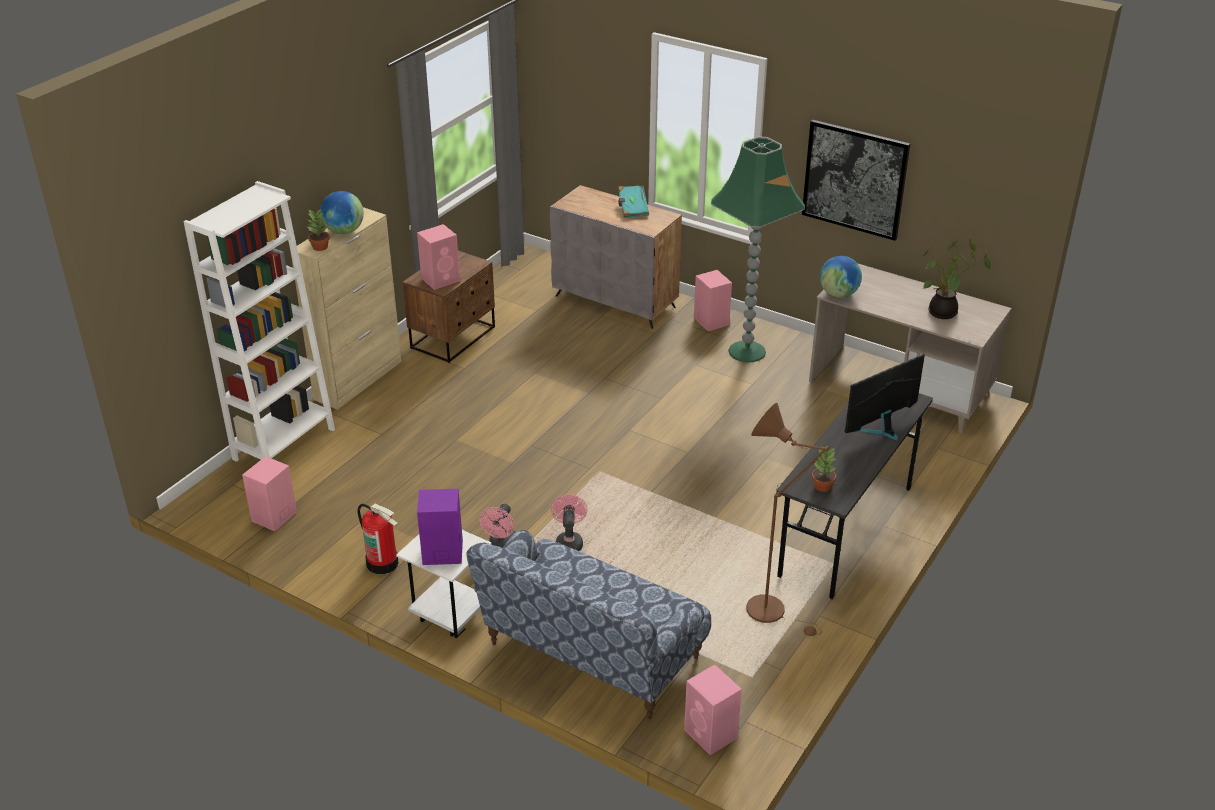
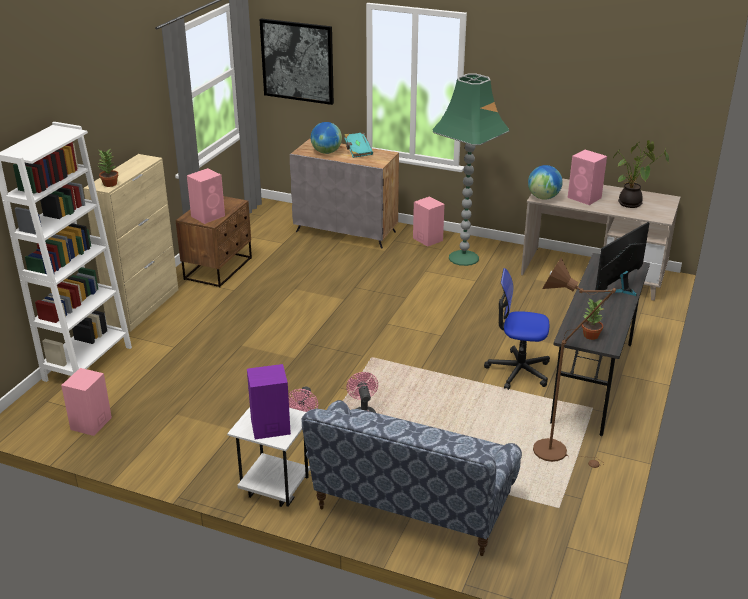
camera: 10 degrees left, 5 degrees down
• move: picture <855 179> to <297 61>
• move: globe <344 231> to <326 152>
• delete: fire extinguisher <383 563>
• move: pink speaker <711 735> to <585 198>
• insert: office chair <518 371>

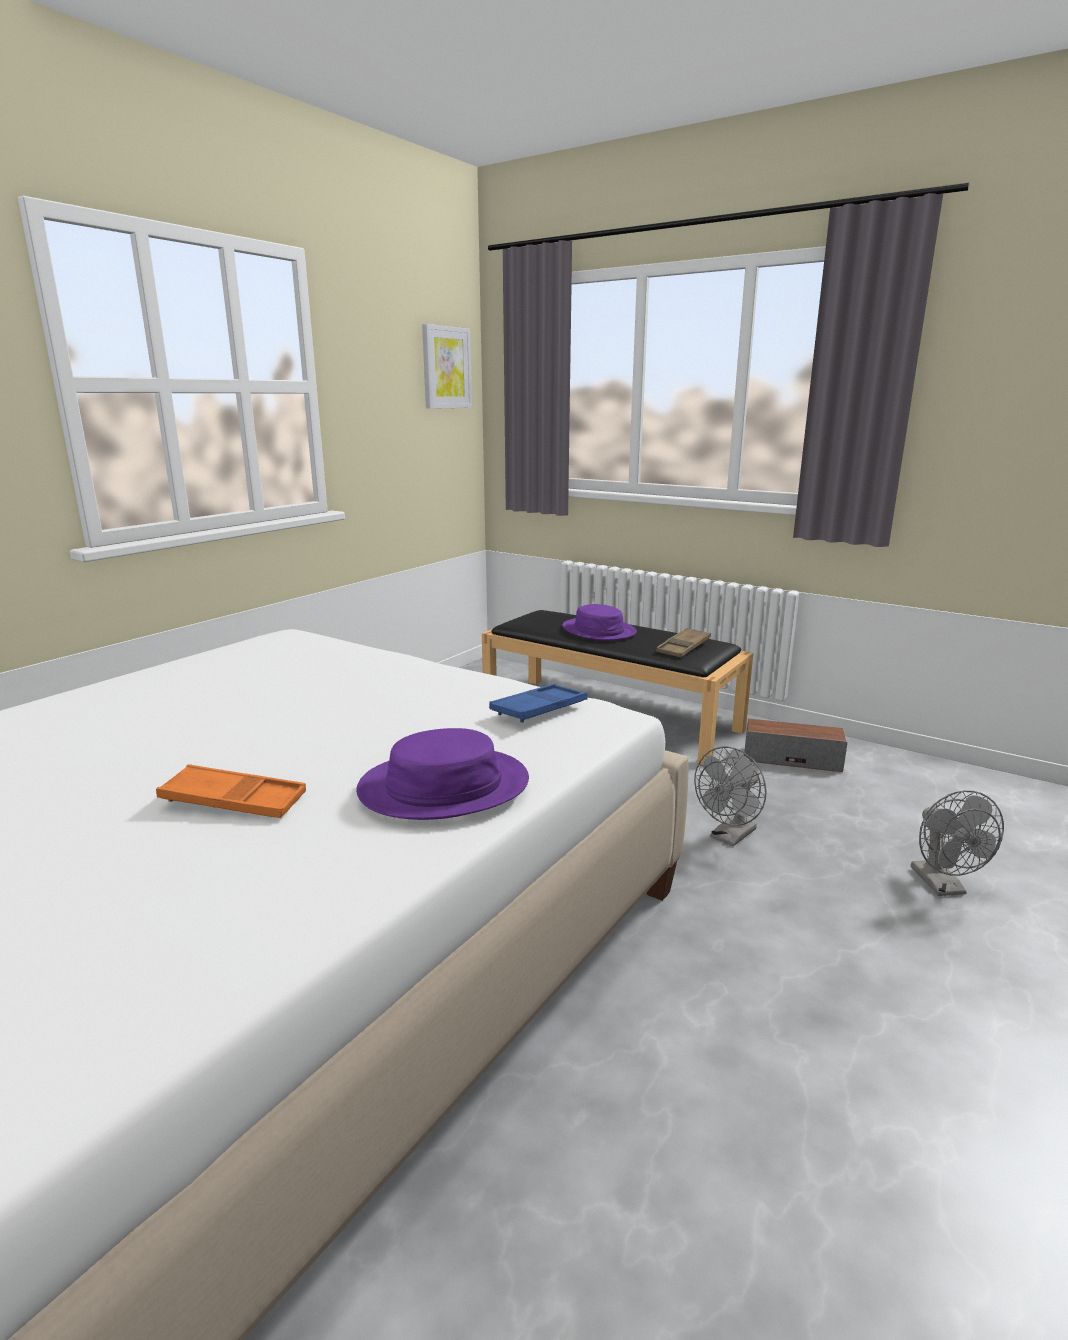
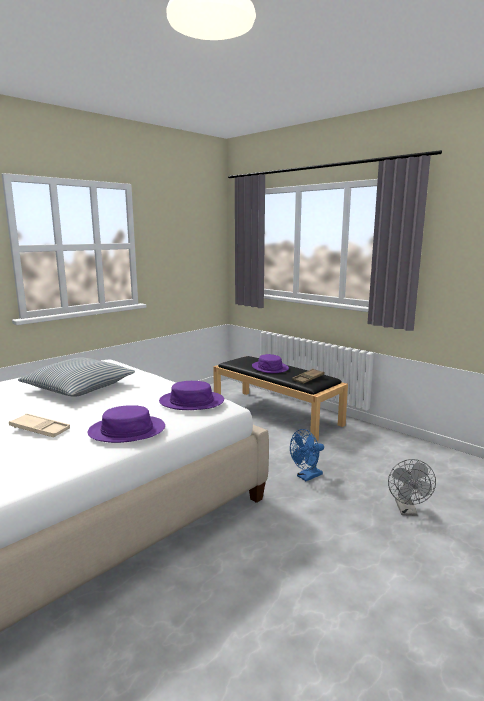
camera: 10 degrees right, 5 degrees down
• delete: picture <446 368>
• replace: blue tray <539 709> to purple hat <191 401>
• delete: speaker <791 758>
• recolor: grey fan <729 837> to blue fan <307 477>
• recolor: orange tray <234 801> to beige tray <40 429>
• insert: pillow <79 387>

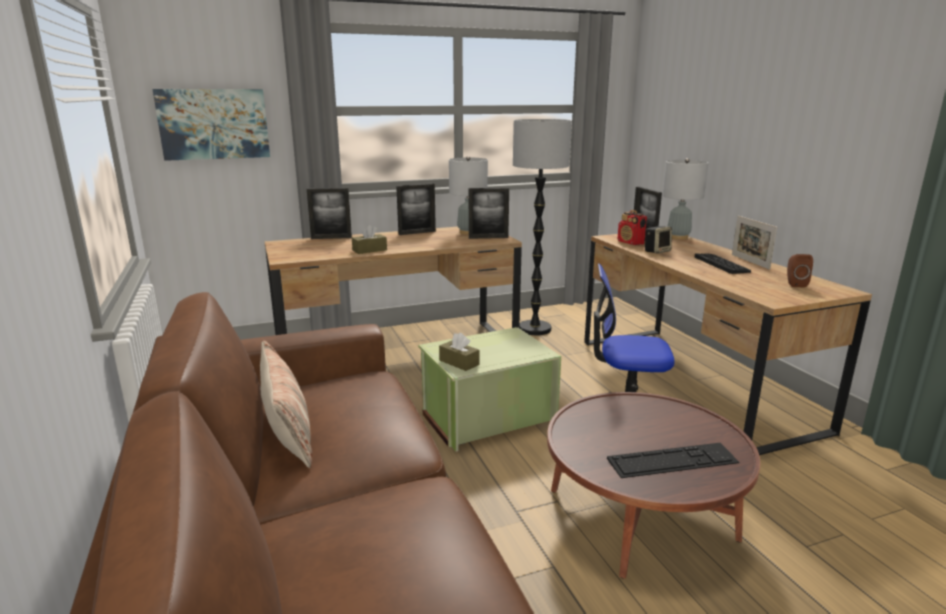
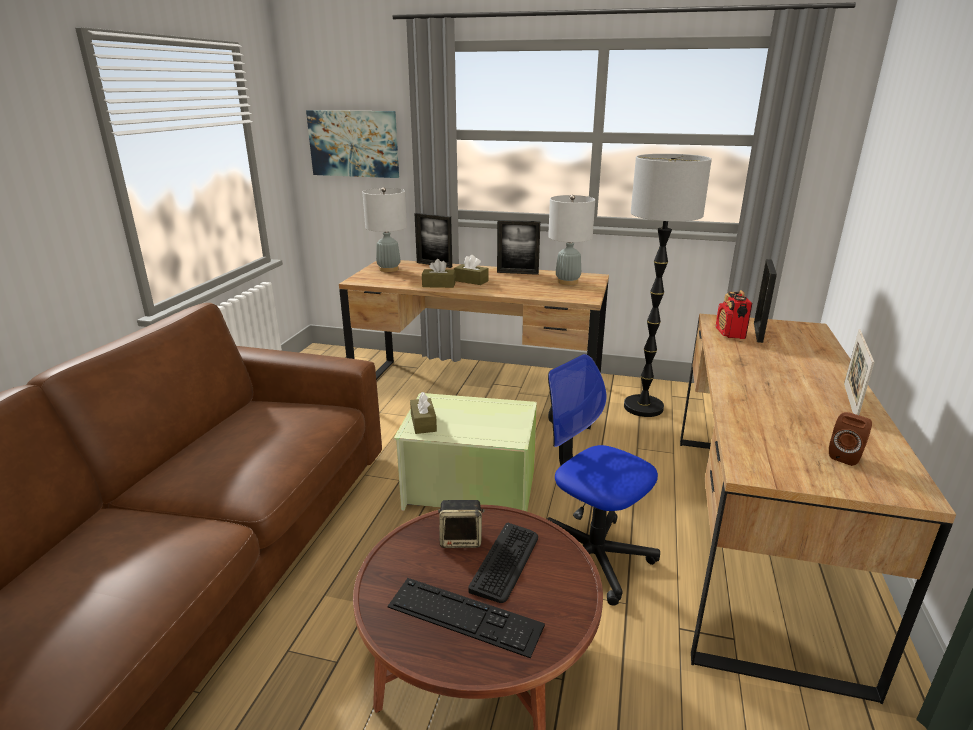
camera: 35 degrees right, 5 degrees up
• move: grey table lamp <678 237> to <389 269>
• delete: picture frame <488 237>
• move: speaker <657 251> to <461 539>
• move: keyboard <721 264> to <505 562>
• delete: pillow <287 427>
• insert: brown tissue box <471 281>

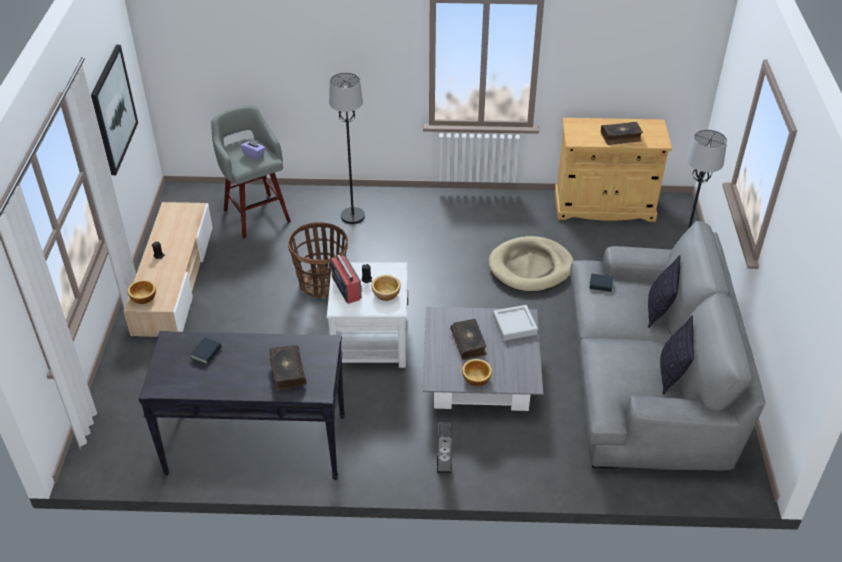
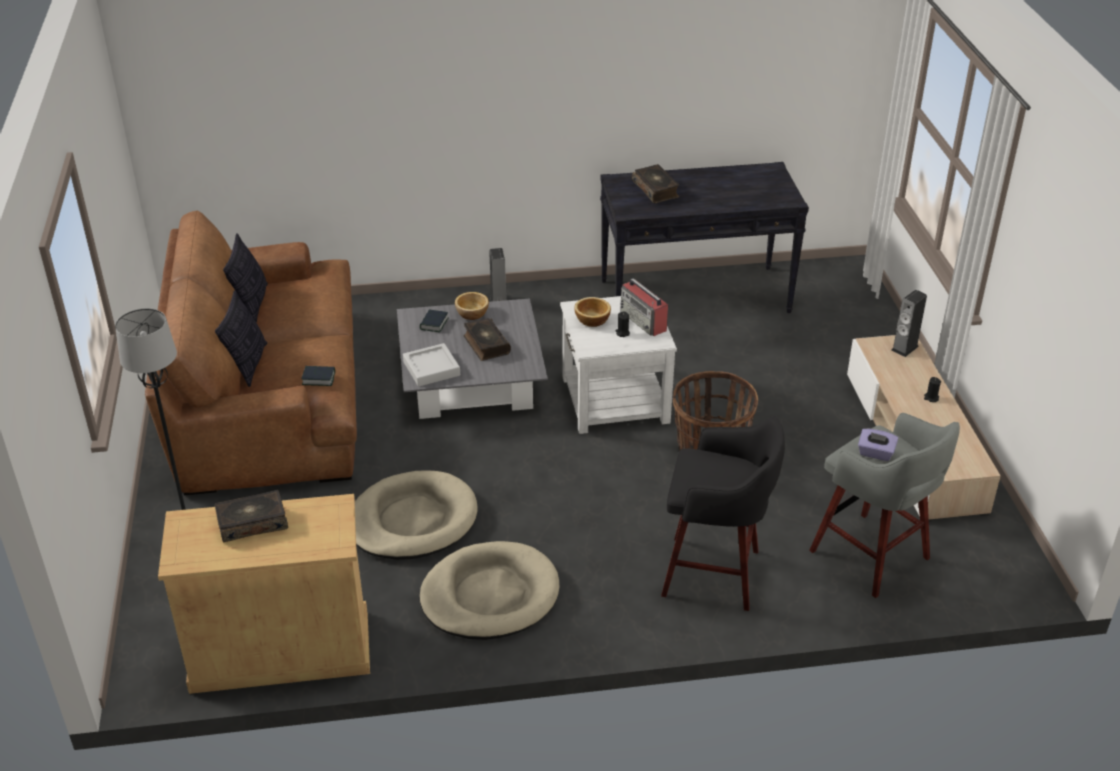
camera: 170 degrees right, 5 degrees down
• delete: picture <113 109>
• replace: black floor lamp <352 216> to black stool <715 574>
• recolor: grey sofa <647 379> to brown sofa <268 397>
• replace: bowl <143 297> to speaker <904 348>
• move: book <206 353> to <434 323>
• insert: beige dog bed <490 595>

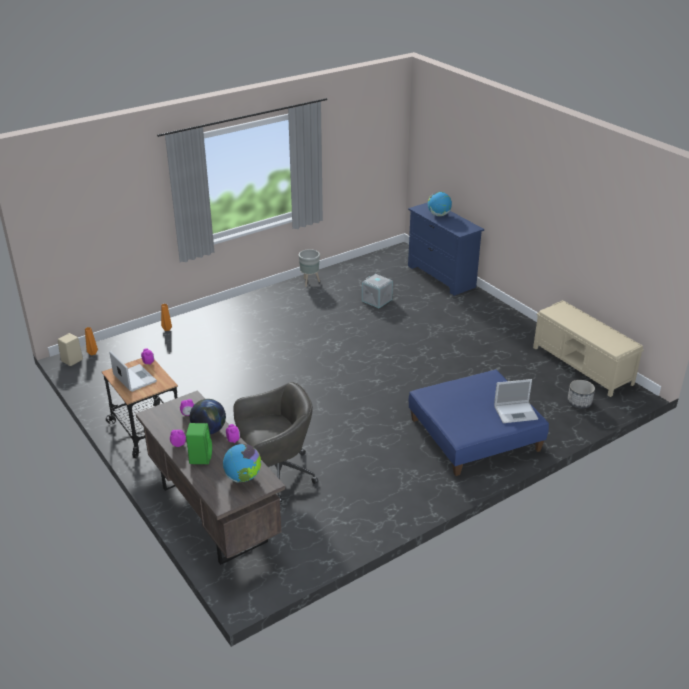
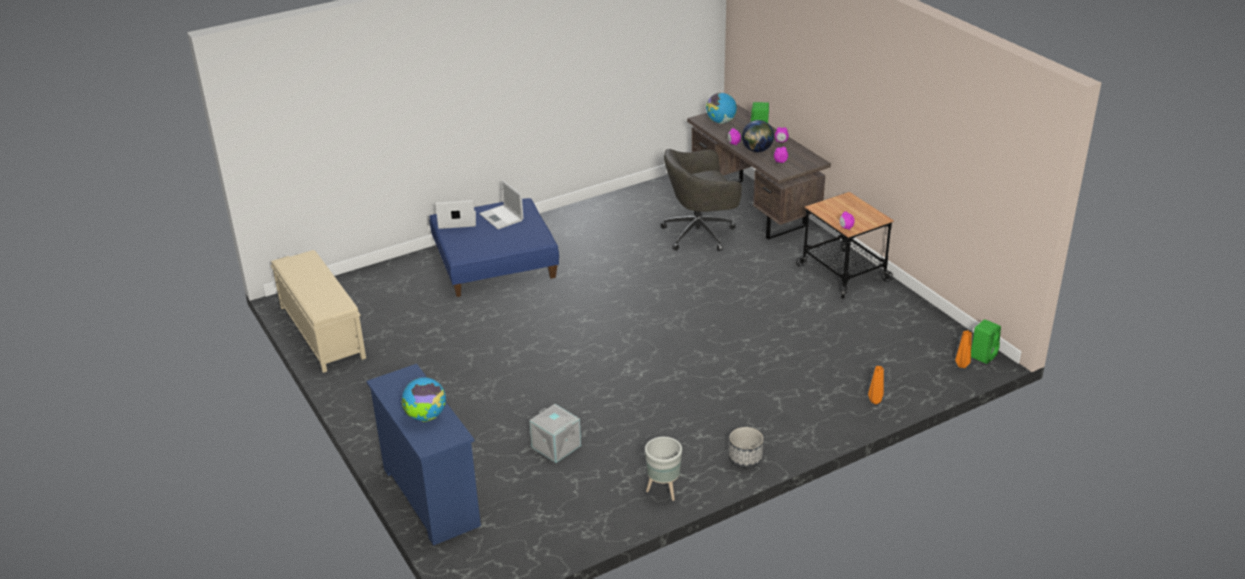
camera: 175 degrees left, 0 degrees up
• recolor: beige speaker <71 361> to green speaker <983 355>
• move: laptop <134 378> to <502 217>
• move: planter <579 402> to <745 459>

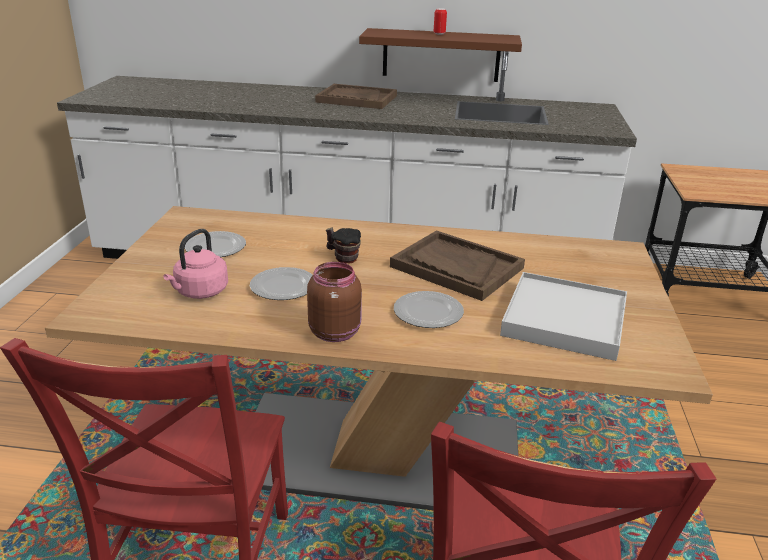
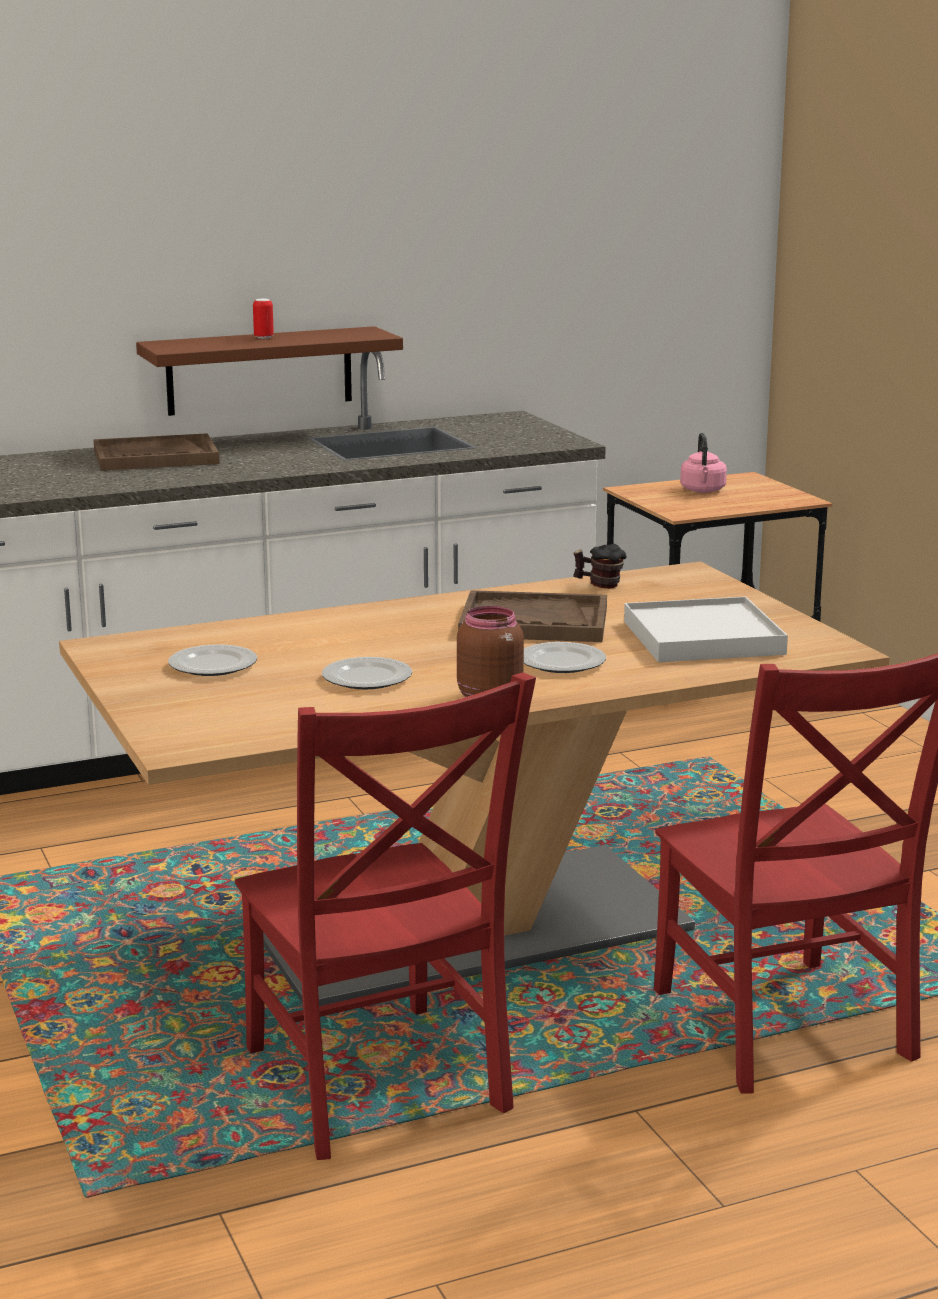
camera: 30 degrees left, 10 degrees down
• move: mug <343 258> to <599 585>
• move: pink kettle <200 292> to <703 490>

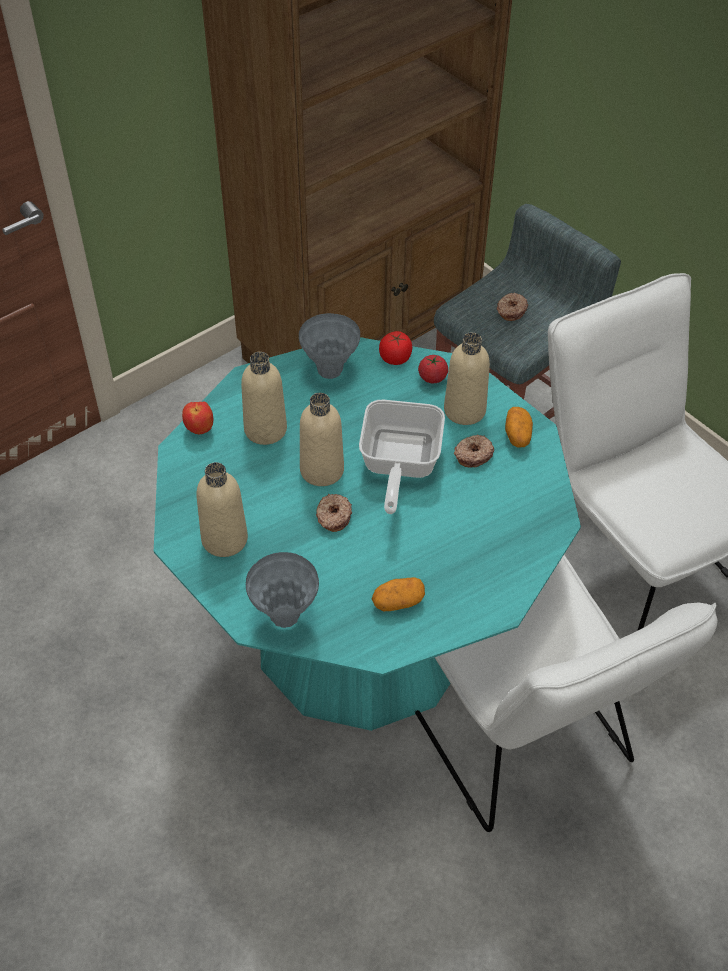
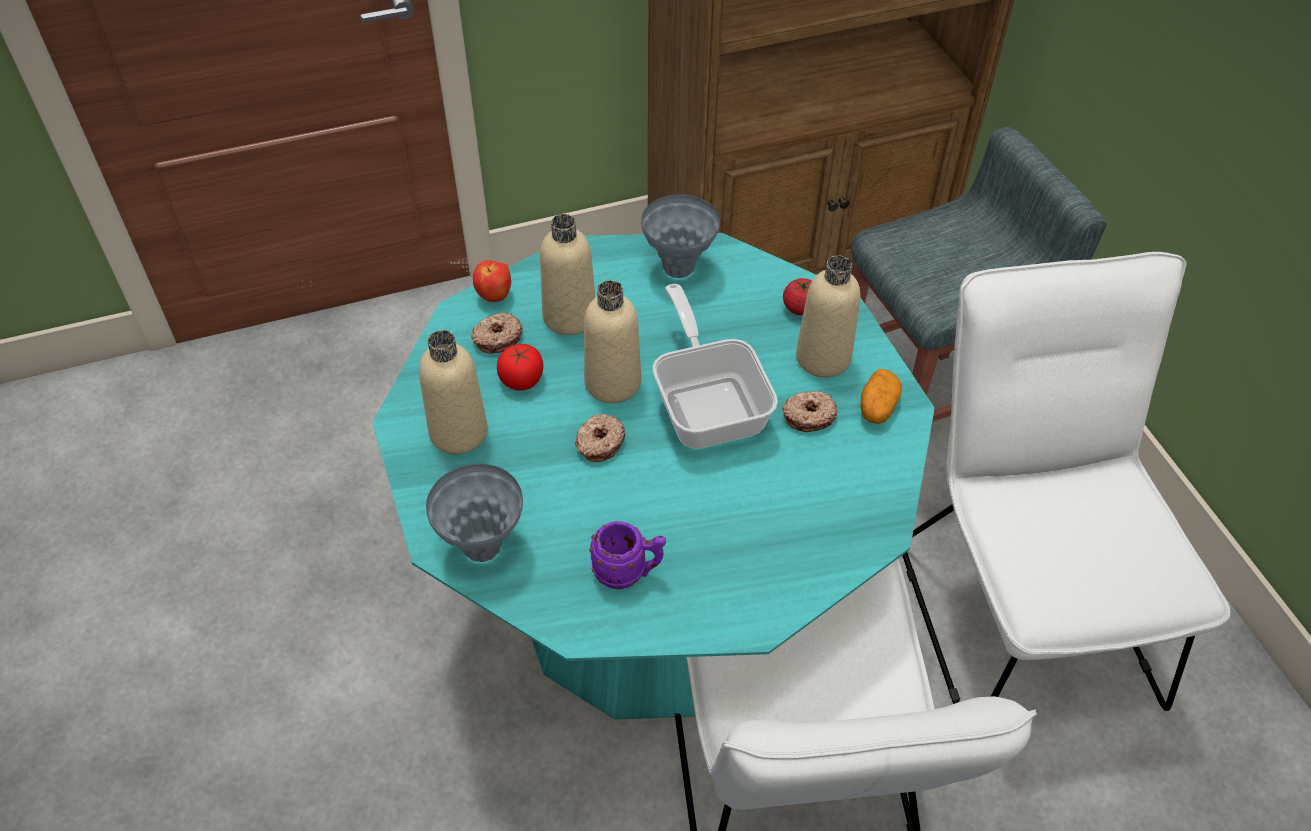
camera: 20 degrees right, 0 degrees up
• move: donut <511 310> to <497 338>
• move: tomato <395 358> to <521 380>
• rotate: frying pan <398 465> = <708 403> 135 degrees clockwise
• replace: potato <398 602> to purple mug <628 572>

